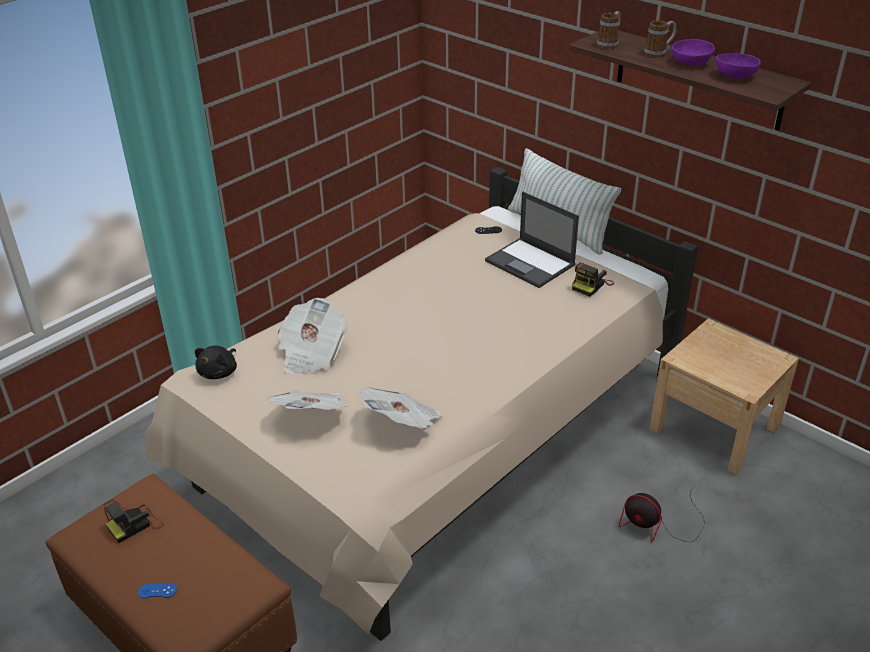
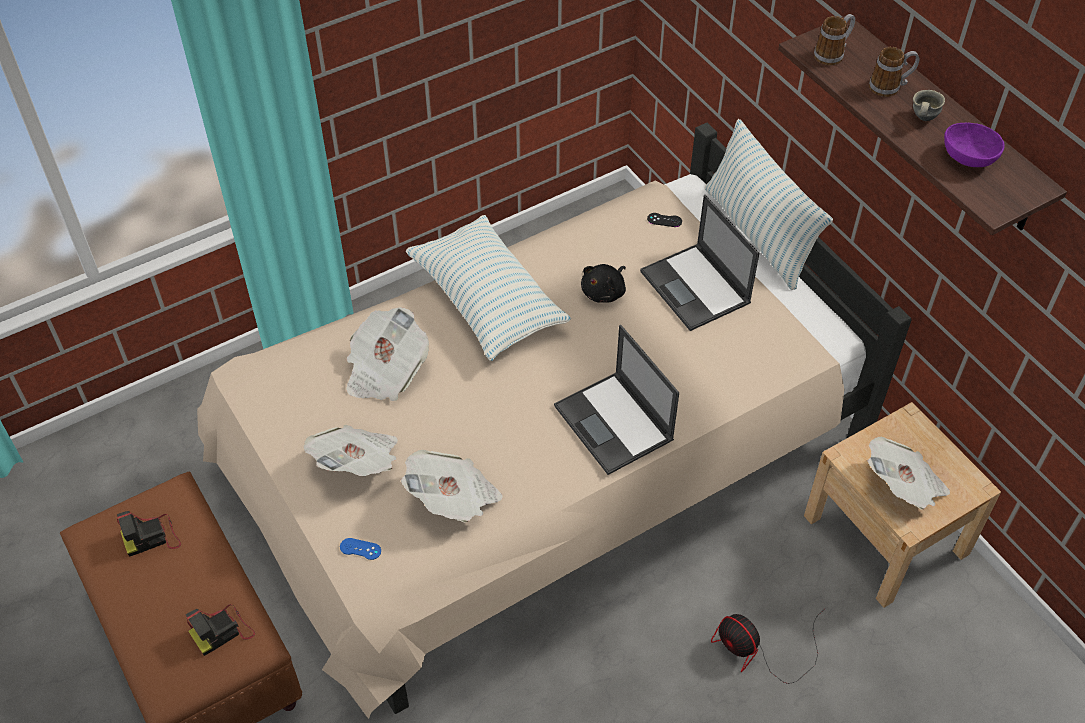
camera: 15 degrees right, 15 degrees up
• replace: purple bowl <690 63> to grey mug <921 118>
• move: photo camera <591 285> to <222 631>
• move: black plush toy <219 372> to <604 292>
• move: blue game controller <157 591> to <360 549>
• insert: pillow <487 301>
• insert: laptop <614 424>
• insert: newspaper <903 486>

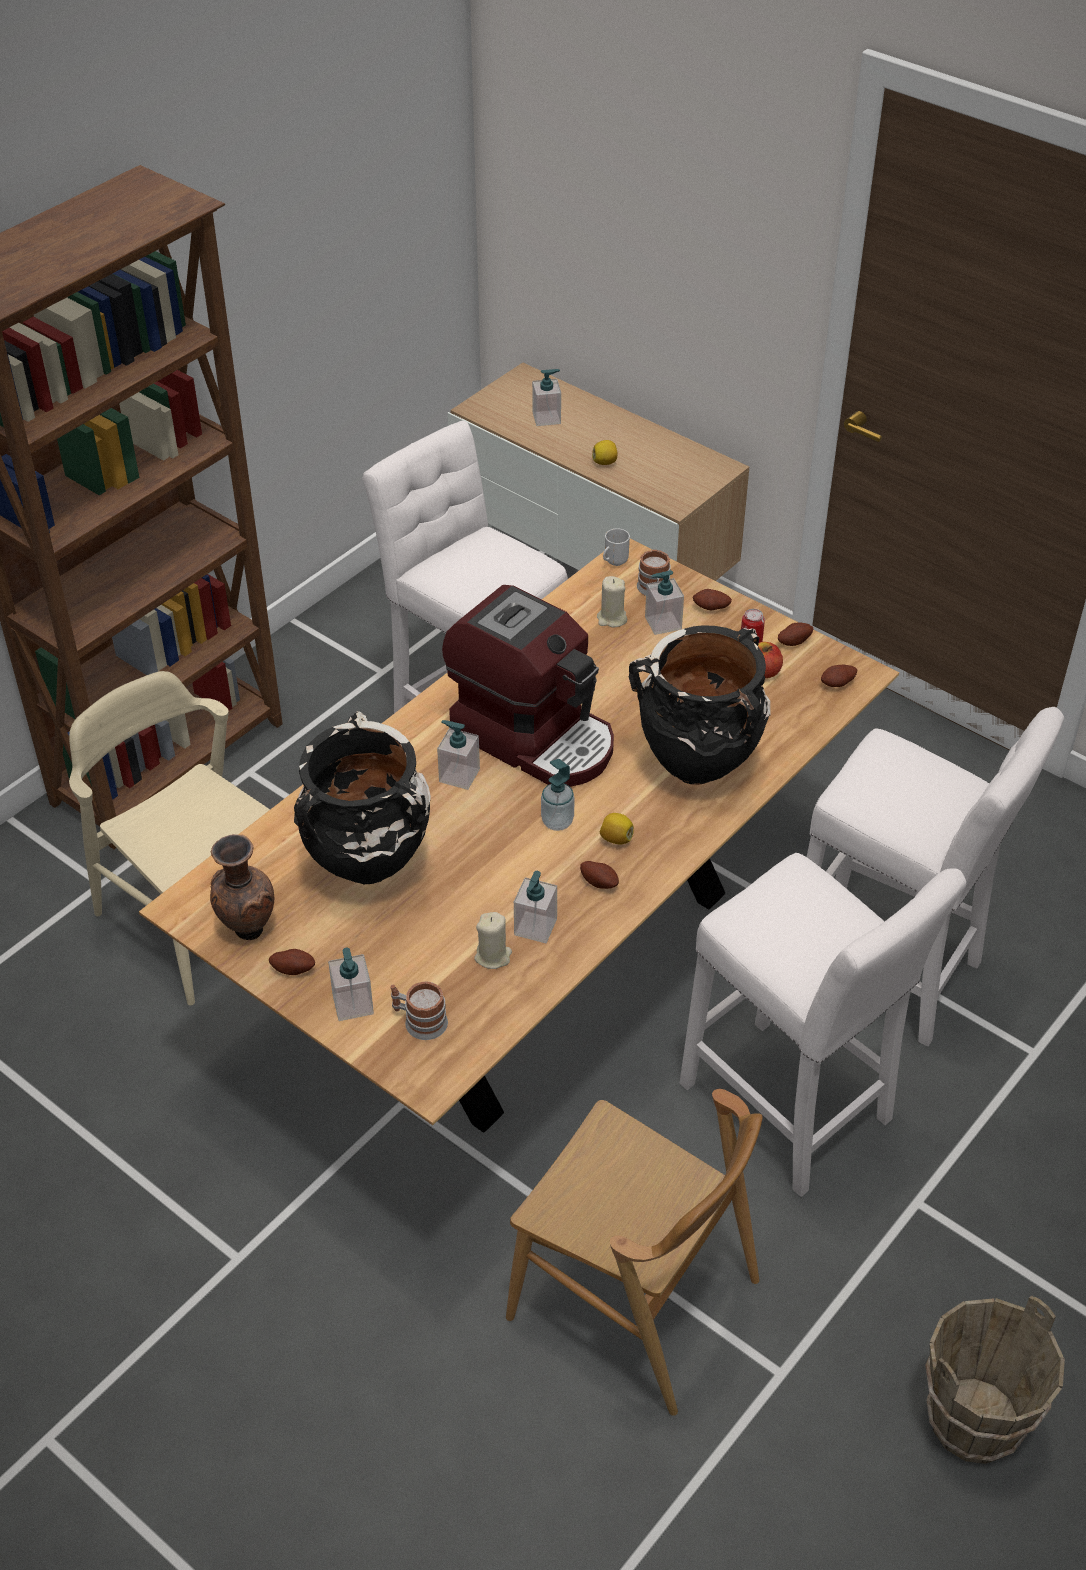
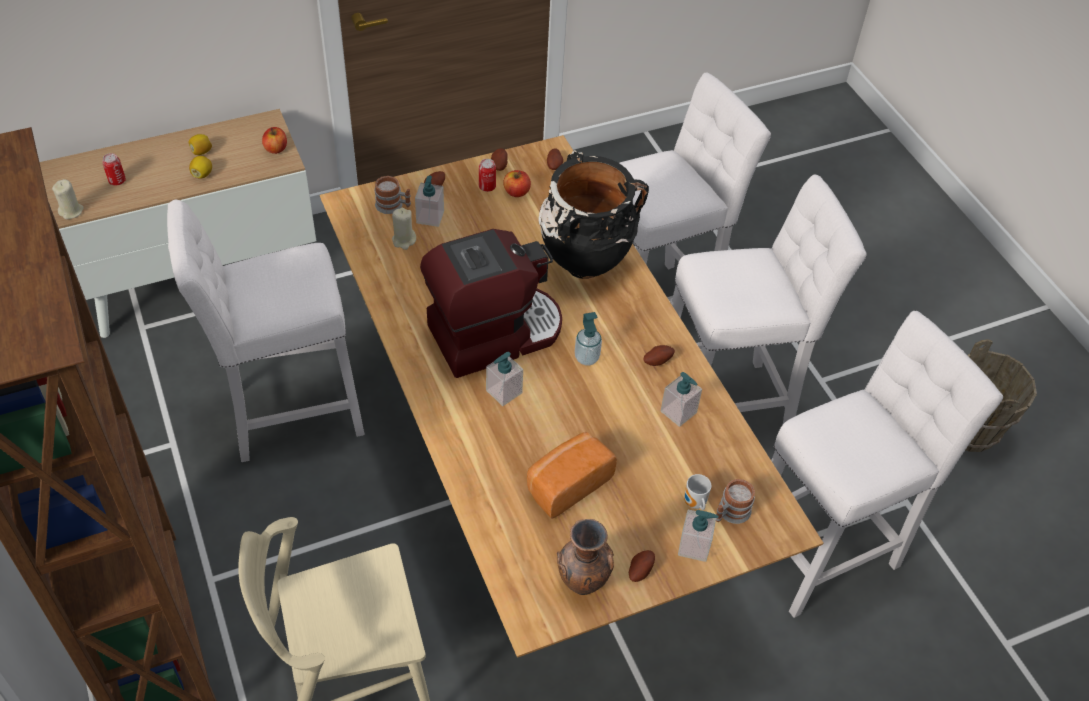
camera: 65 degrees left, 5 degrees up
• replace: soap dispenser <546 418> to can <117 181>
• move: mug <614 562> to <694 504>
• replace: black vase <370 870> to bread <566 483>
• move: lemon <616 839> to <201 152>
• move: beige candle <493 956> to <71 211>
• replace: brown chair <634 1299> to white stool <826 550>
• insert: apple <276 149>

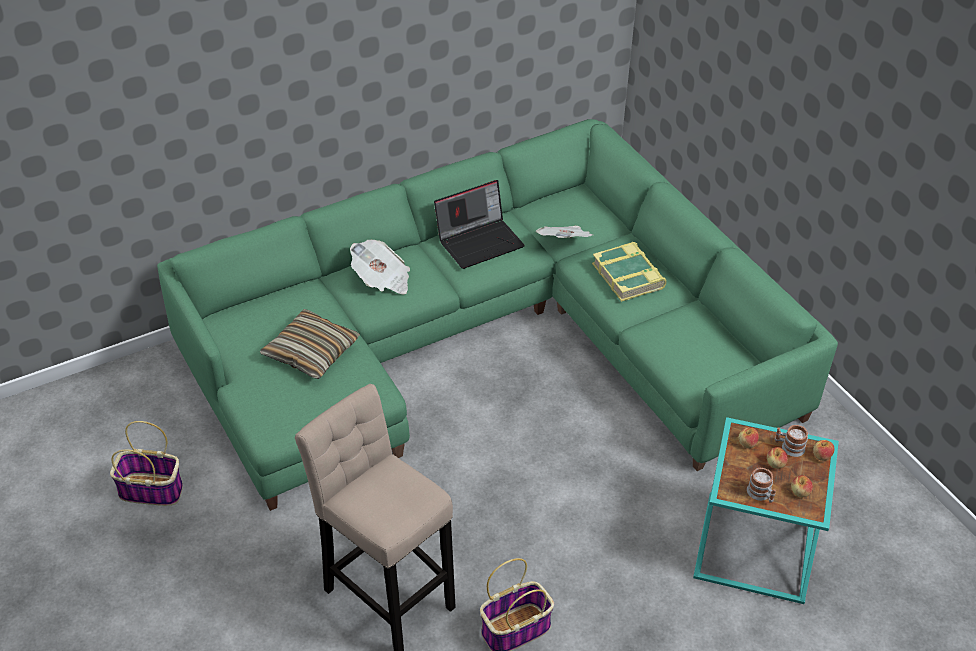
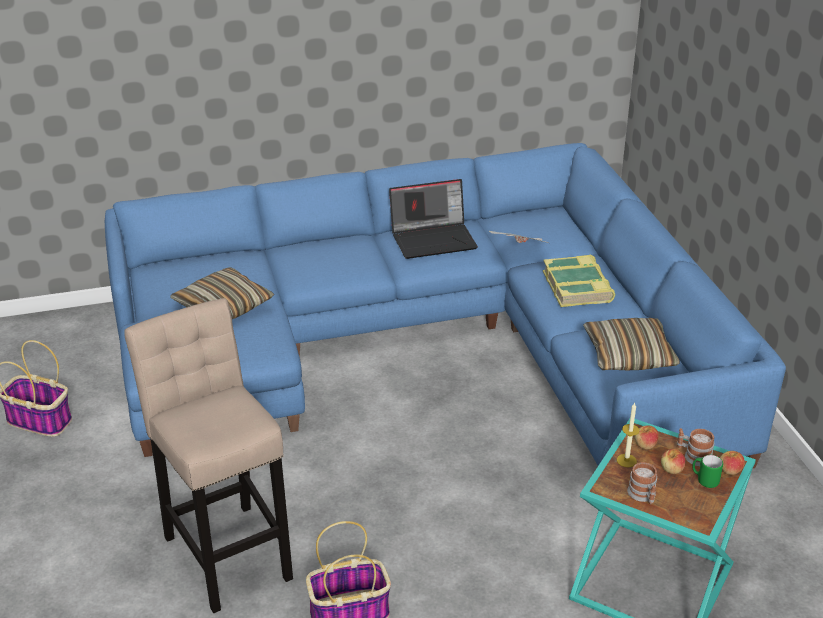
camera: 15 degrees right, 10 degrees down
• recolor: green sofa <488 340> to blue sofa <429 343>
• delete: newspaper <382 280>
• delete: apple <800 492>
• insert: pillow <629 355>
• insert: candle <626 460>
• insert: green mug <704 480>

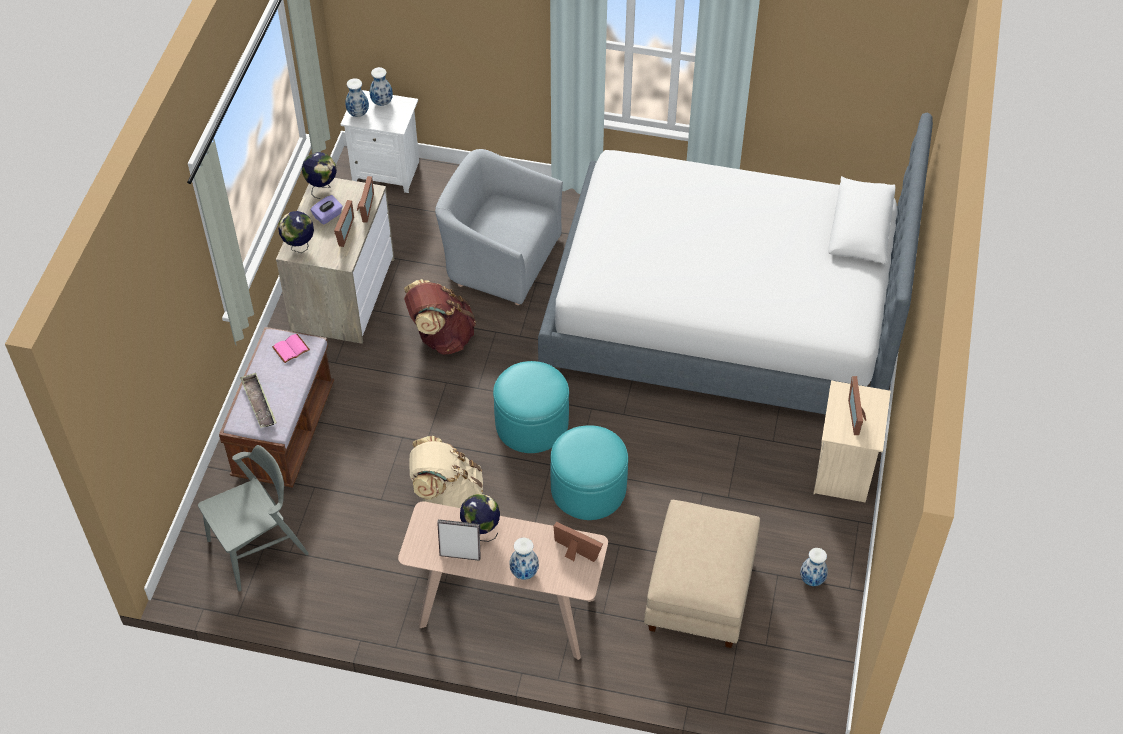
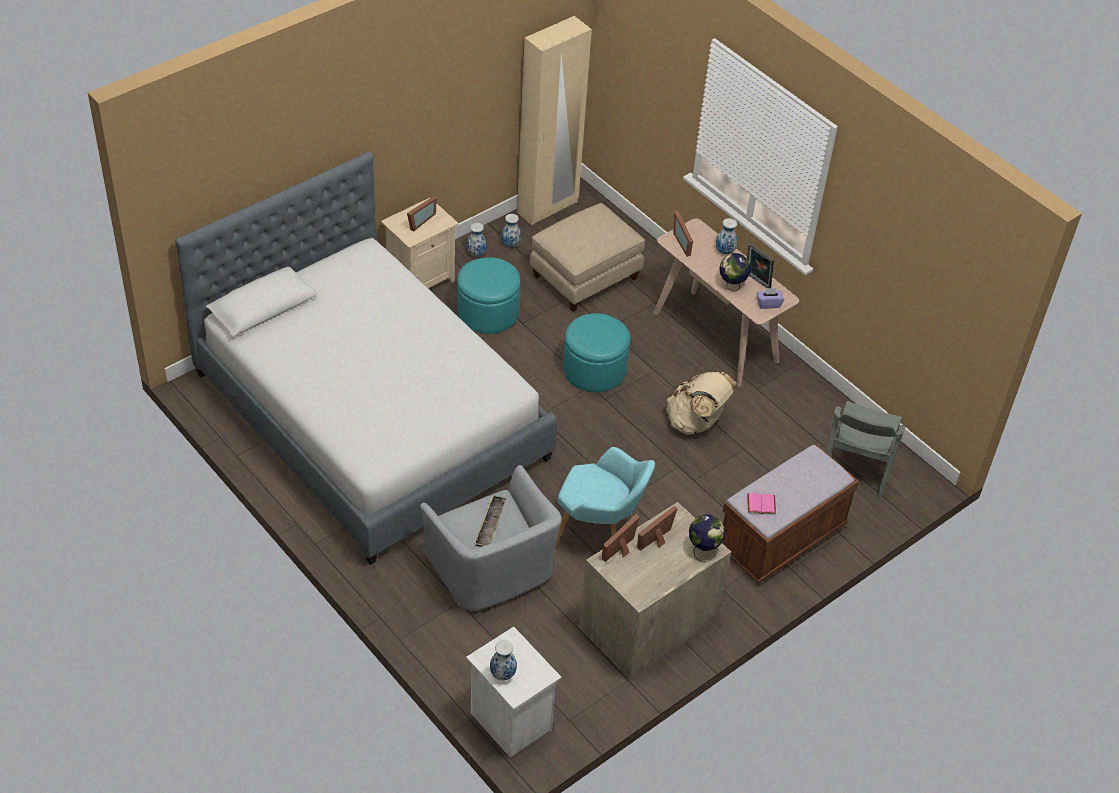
camera: 145 degrees left, 5 degrees down
• move: vase <357 113> to <476 254>
• delete: globe <322 188>
• move: purple tissue box <328 216> to <768 304>
• replace: brown backpack <441 337> to turquoise armchair <600 535>
• move: turquoise ottoman <532 424> to <488 312>
• move: tray <259 403> to <490 524>
• rotate: grey chair <258 547> = <855 471> 75 degrees counterclockwise
• insert: beige wardrobe <548 207>

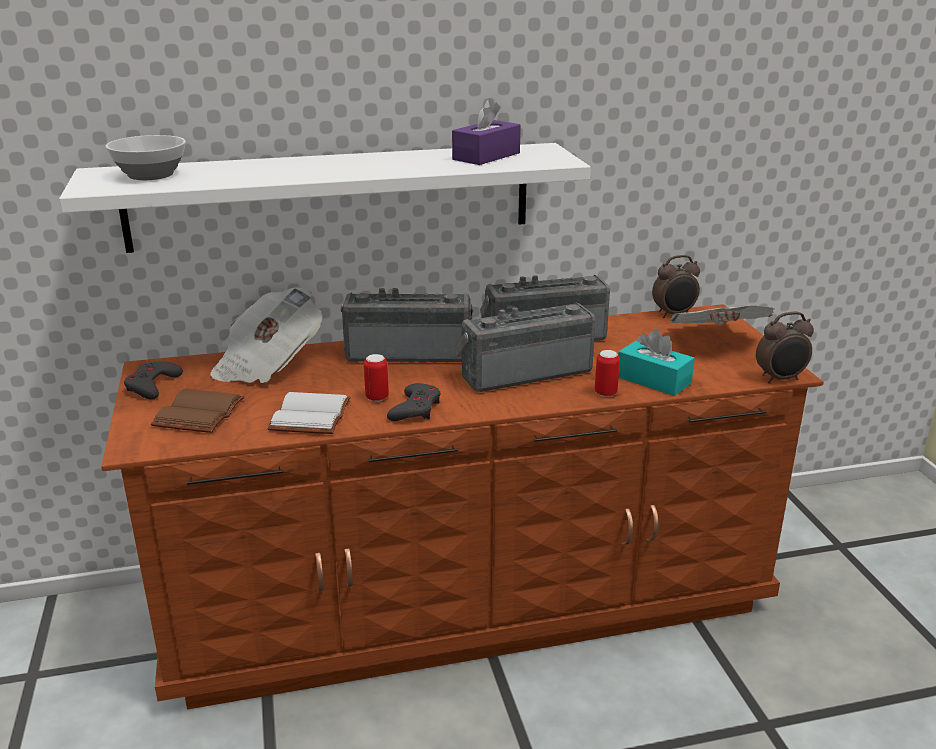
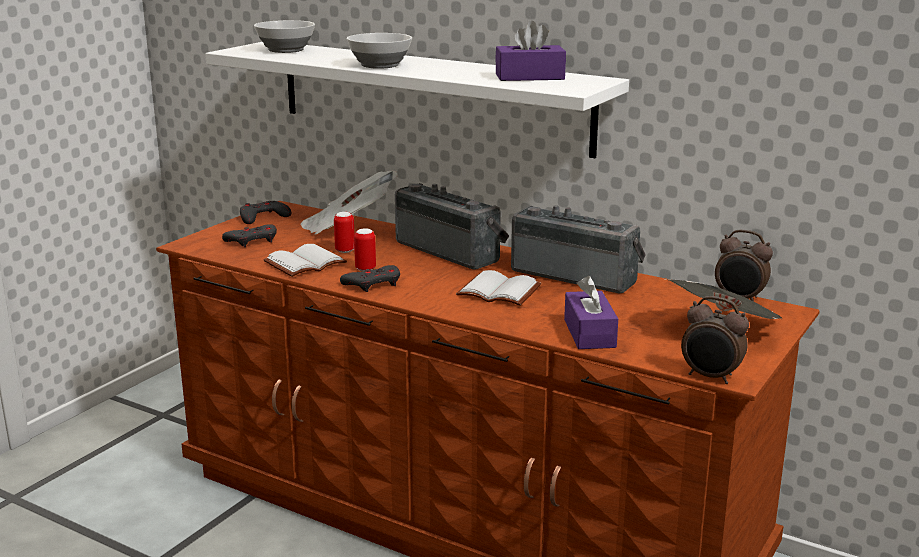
camera: 45 degrees right, 5 degrees down
• replace: radio <524 372> to white book <501 291>
• recolor: turquoise tissue box <653 380> to purple tissue box <589 333>
• move: can <605 393> to <345 250>
• replace: brown book <200 414> to grey game controller <252 240>
• insert: bowl <379 65>

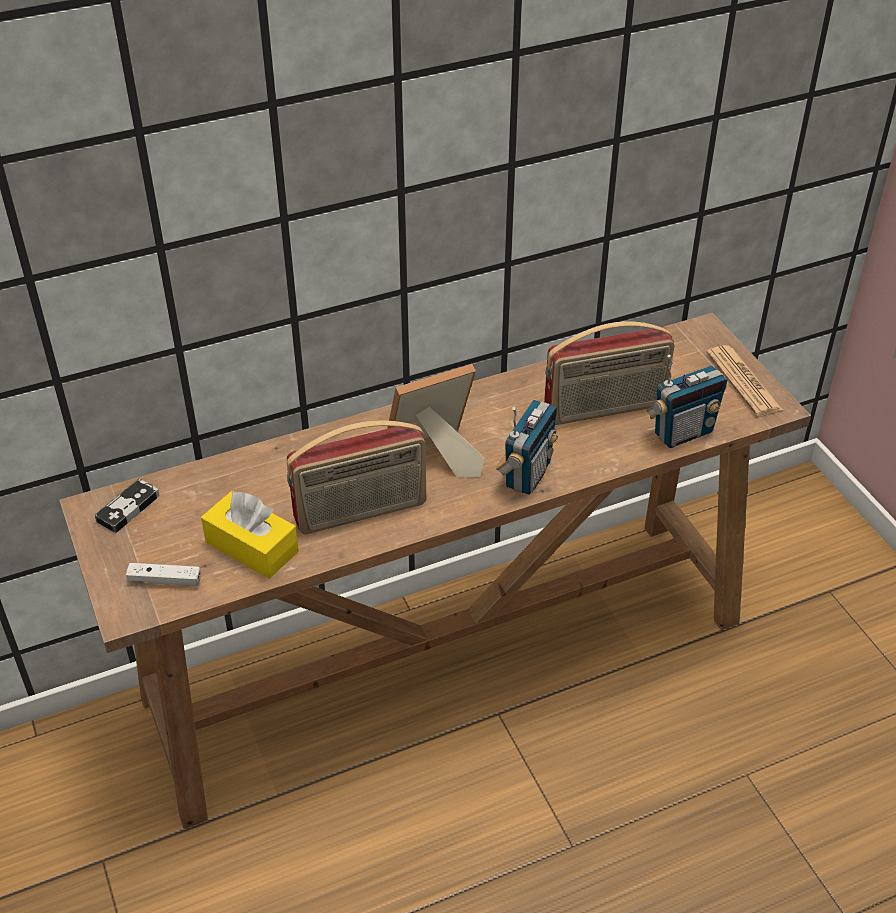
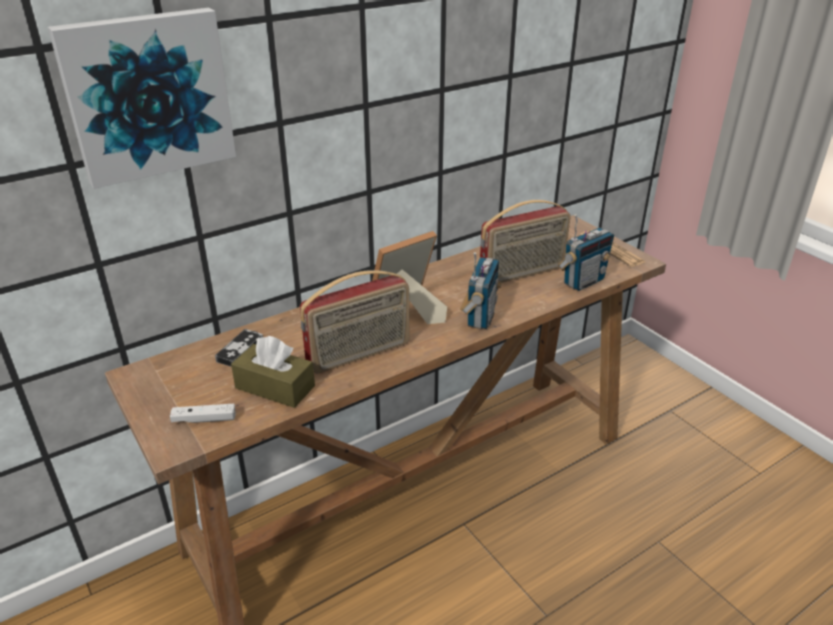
camera: 10 degrees left, 10 degrees down
• move: game controller <128 508> to <240 350>
• recolor: yellow tissue box <252 547> to brown tissue box <275 387>
• insert: picture <148 95>

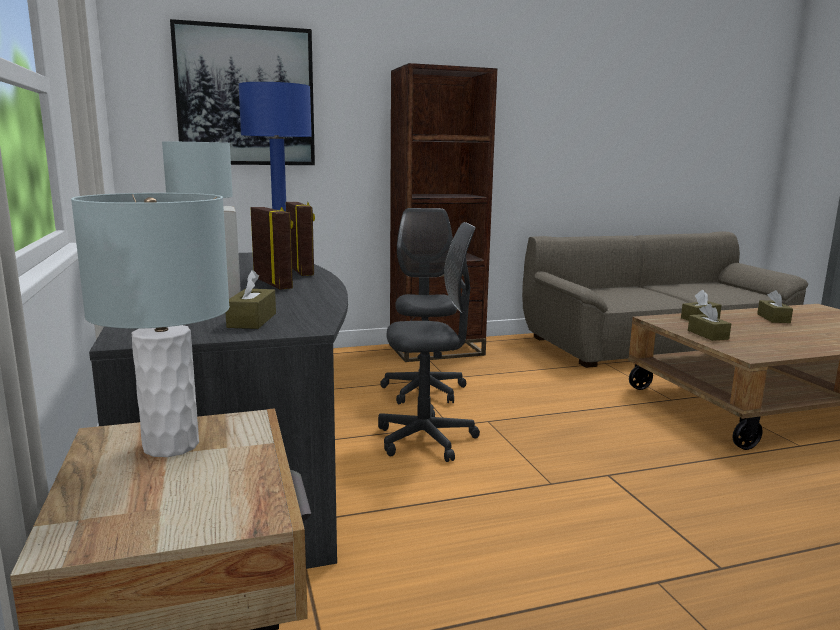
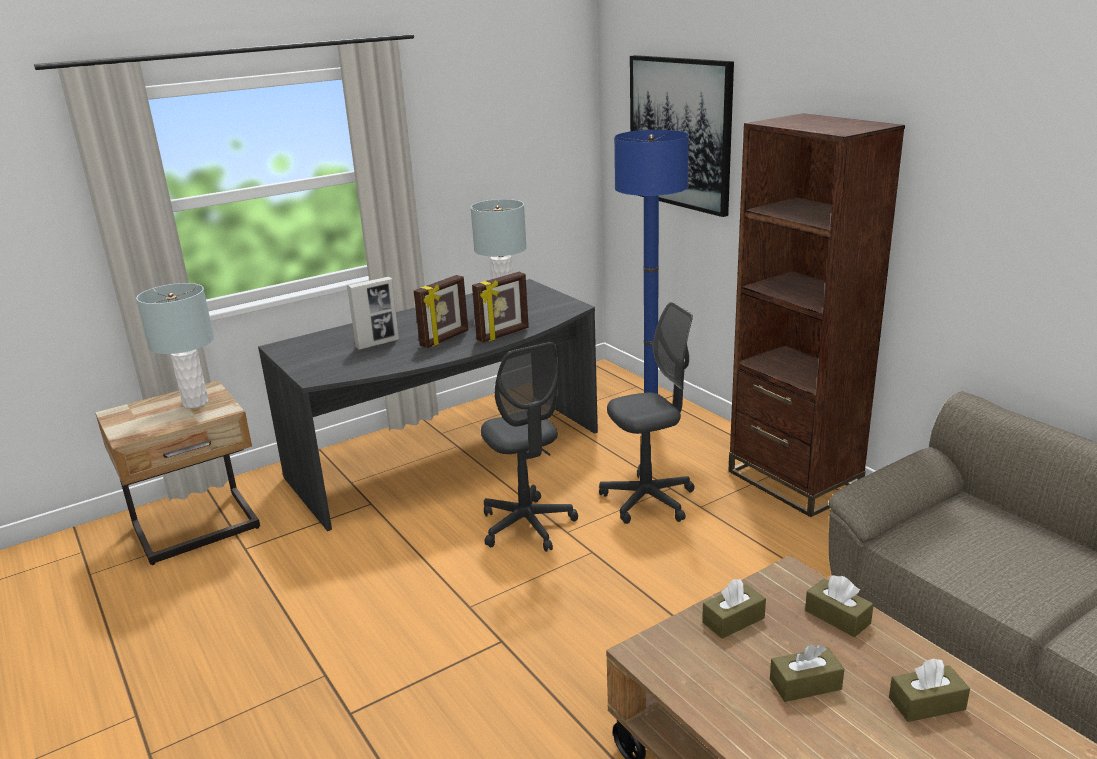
camera: 75 degrees right, 10 degrees up
• move: brown tissue box <252 320> to <805 684>

